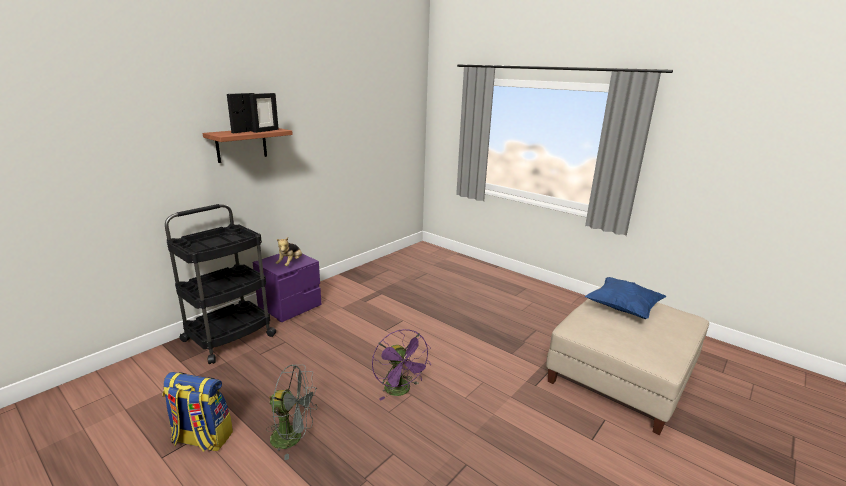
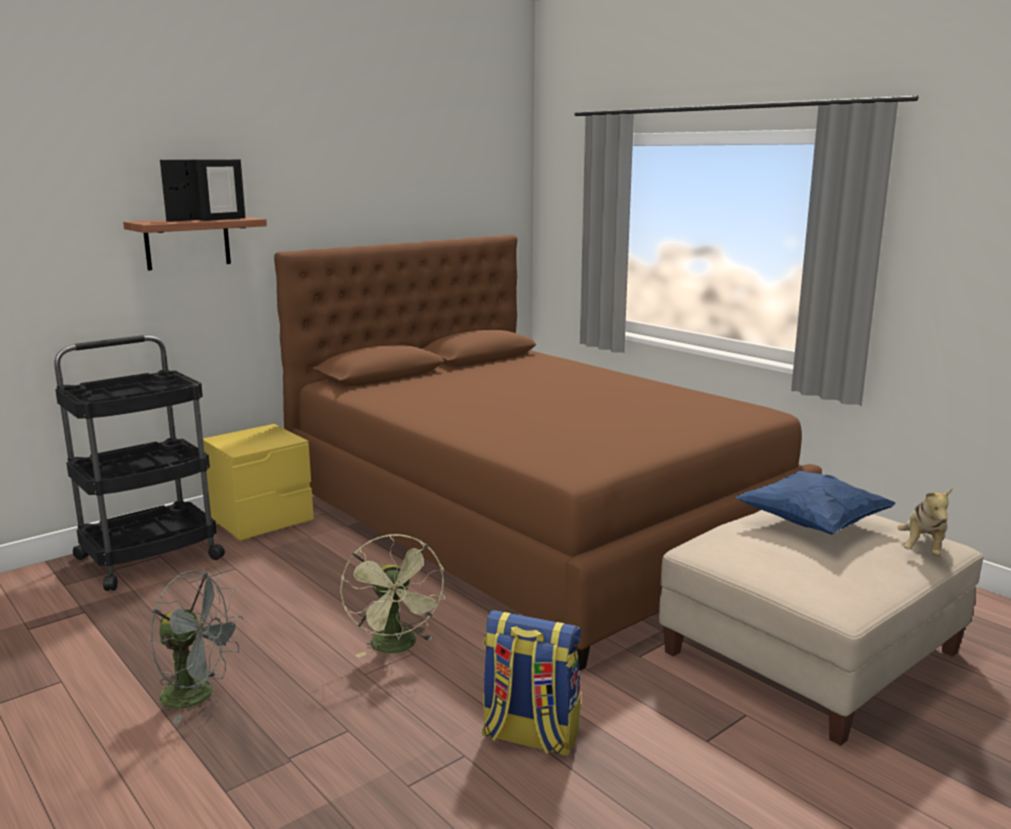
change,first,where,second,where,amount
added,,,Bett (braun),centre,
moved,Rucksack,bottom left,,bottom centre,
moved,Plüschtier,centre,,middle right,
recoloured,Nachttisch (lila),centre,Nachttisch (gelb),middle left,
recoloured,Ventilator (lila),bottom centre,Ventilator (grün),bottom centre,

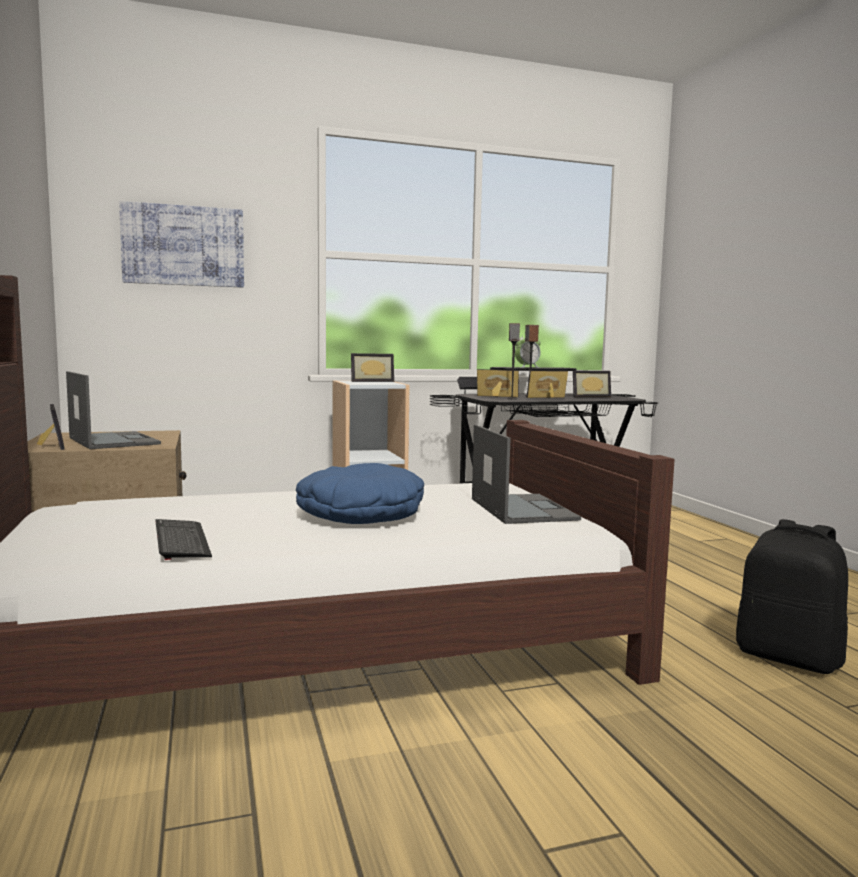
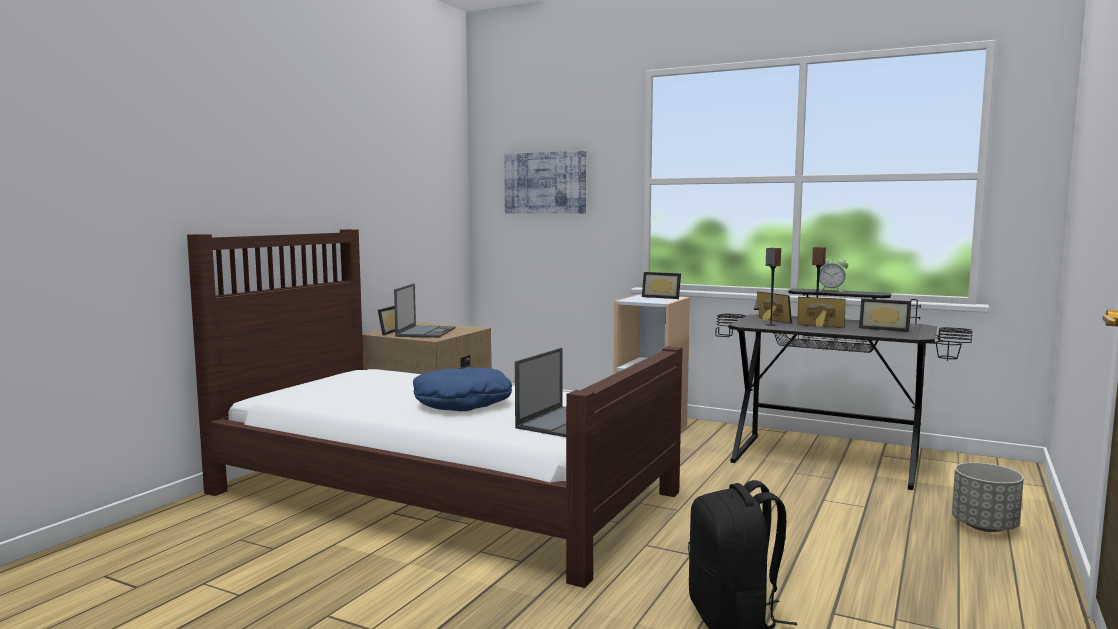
change,first,where,second,where,amount
removed,Tastatur,middle left,,,
added,,,Pflanzkübel (grau),bottom right,

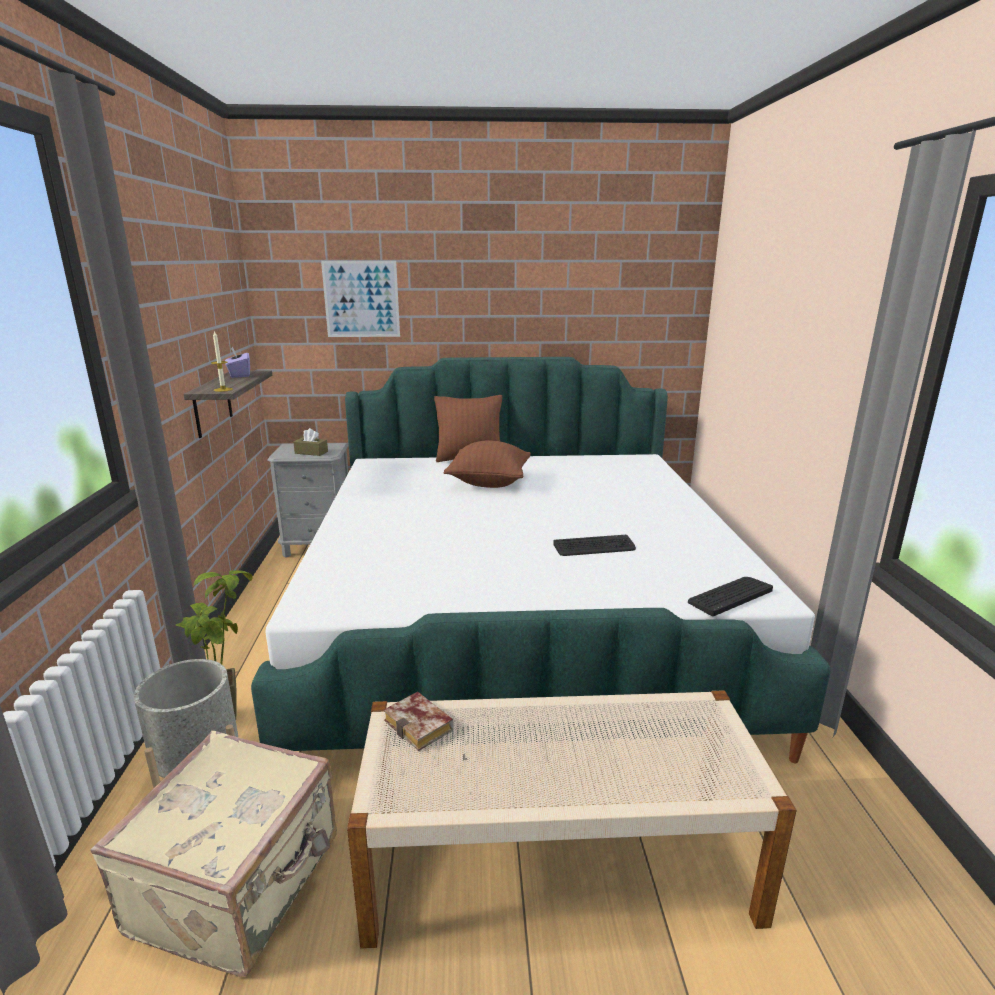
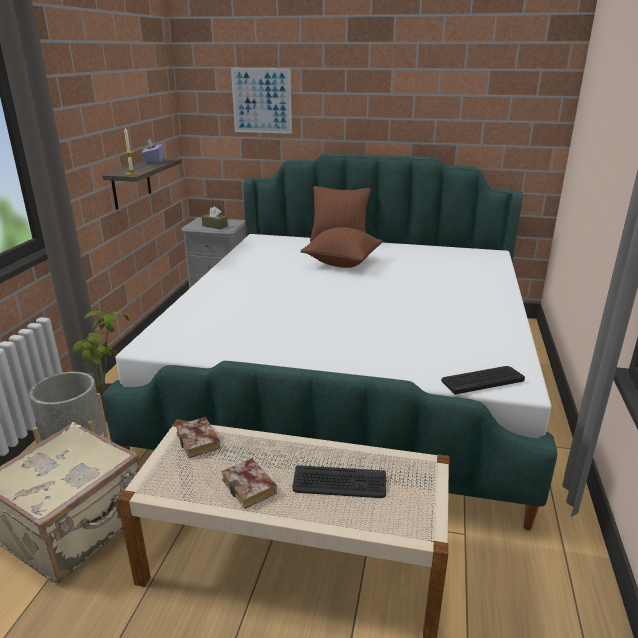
change,first,where,second,where,amount
added,,,Buch (2nd from left),bottom centre,
moved,Tastatur (1st from left),centre,,bottom centre,

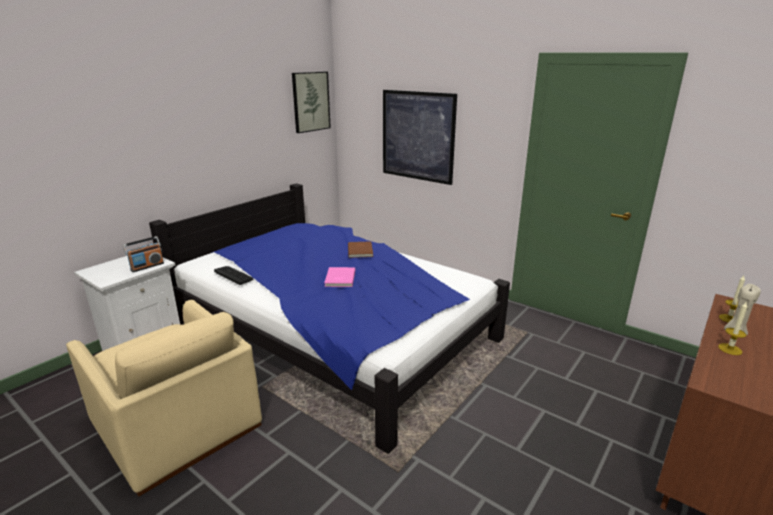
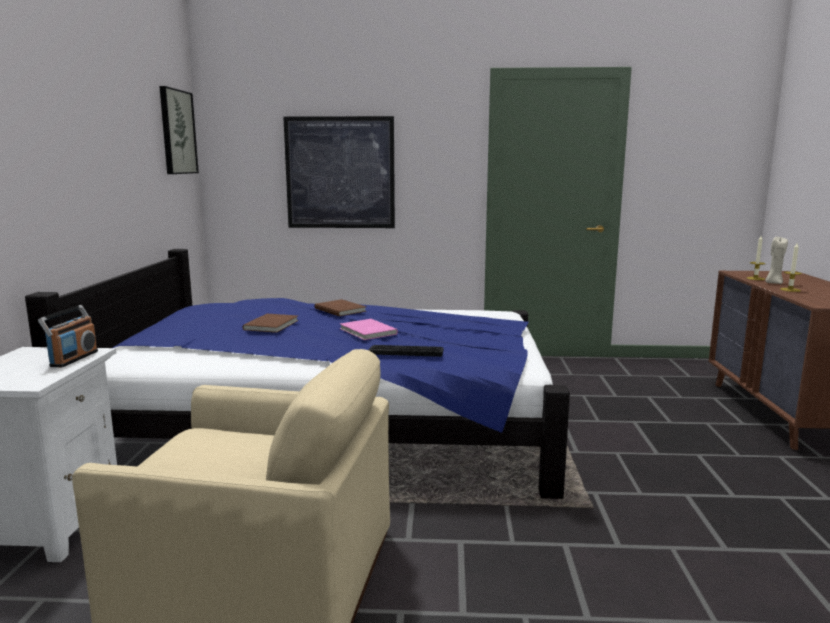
change,first,where,second,where,amount
added,,,Buch (braun) (1st from left),middle left,
moved,Tastatur,middle left,,centre,

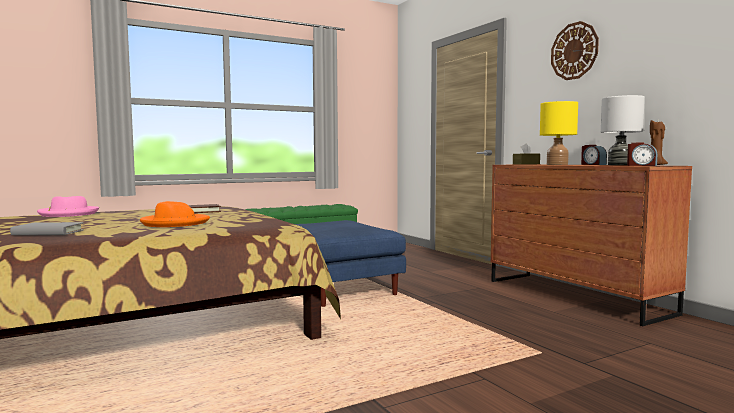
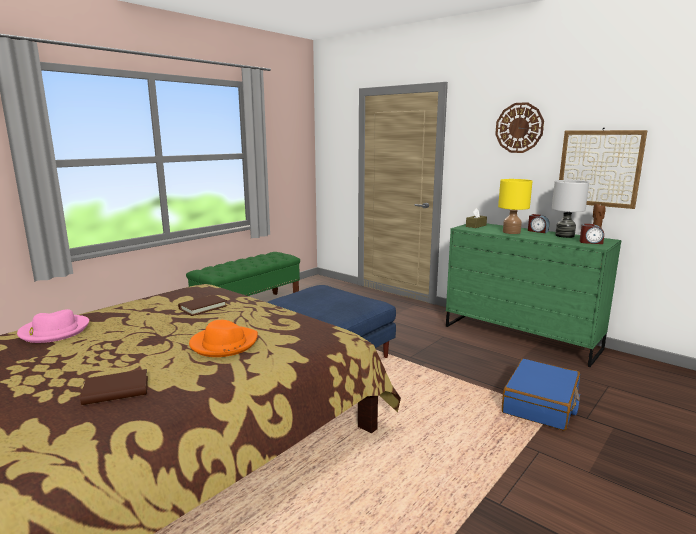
change,first,where,second,where,amount
added,,,Koffer (blau),bottom right,
added,,,Bild,top right,
recoloured,Buch (grau),middle left,Buch (braun) (1st from left),bottom left,
recoloured,Kommode (braun),middle right,Kommode (grün),middle right,

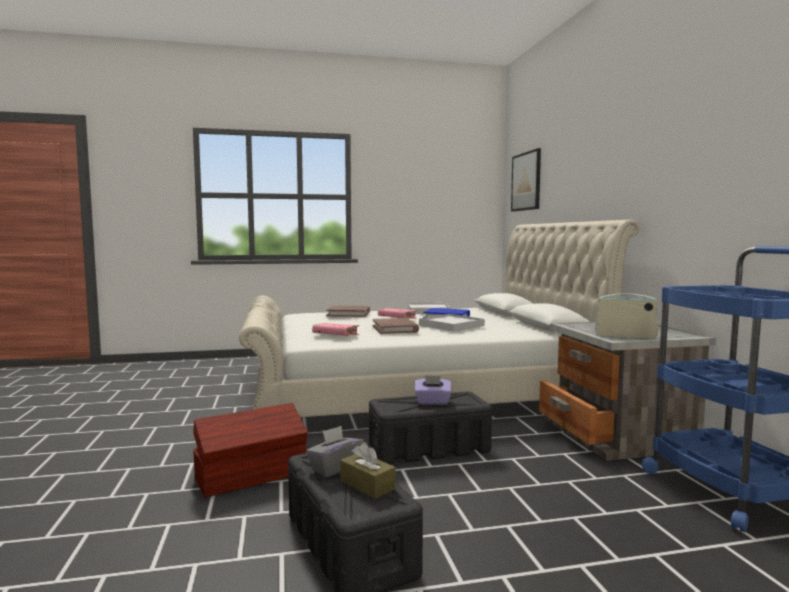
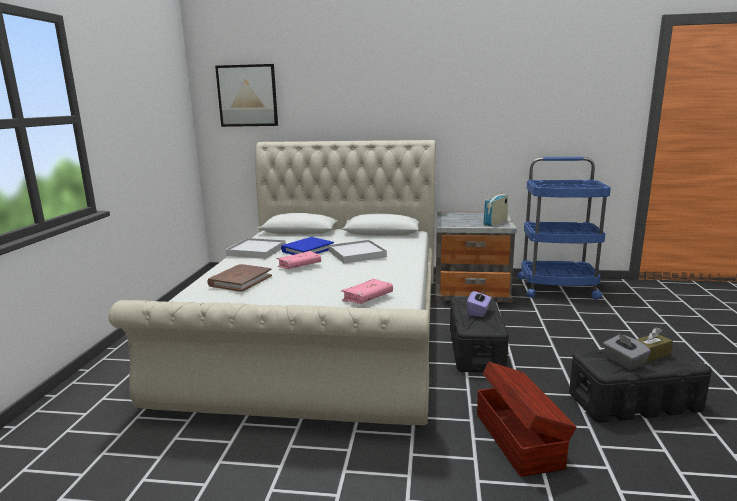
change,first,where,second,where,amount
removed,Buch (braun) (2nd from left),centre,,,

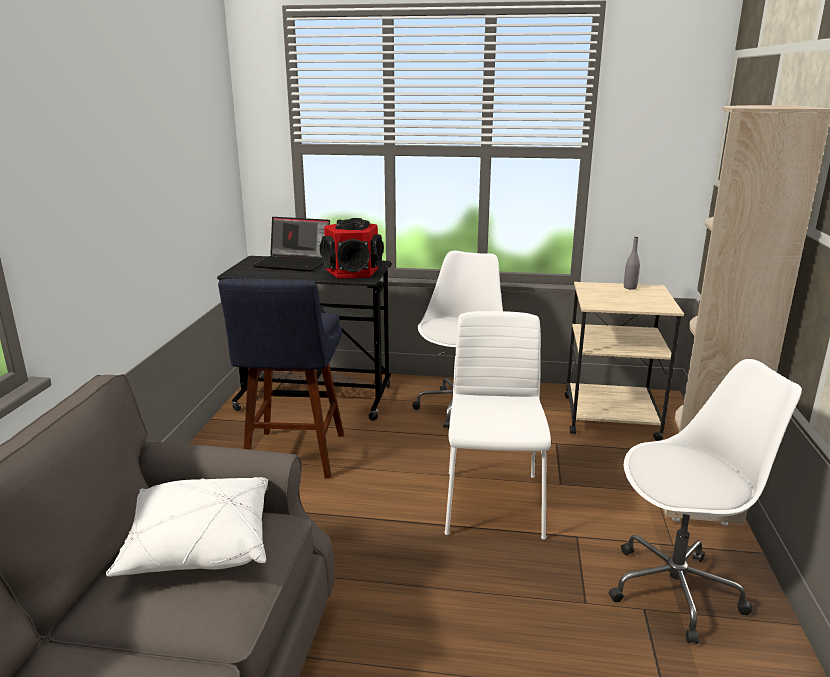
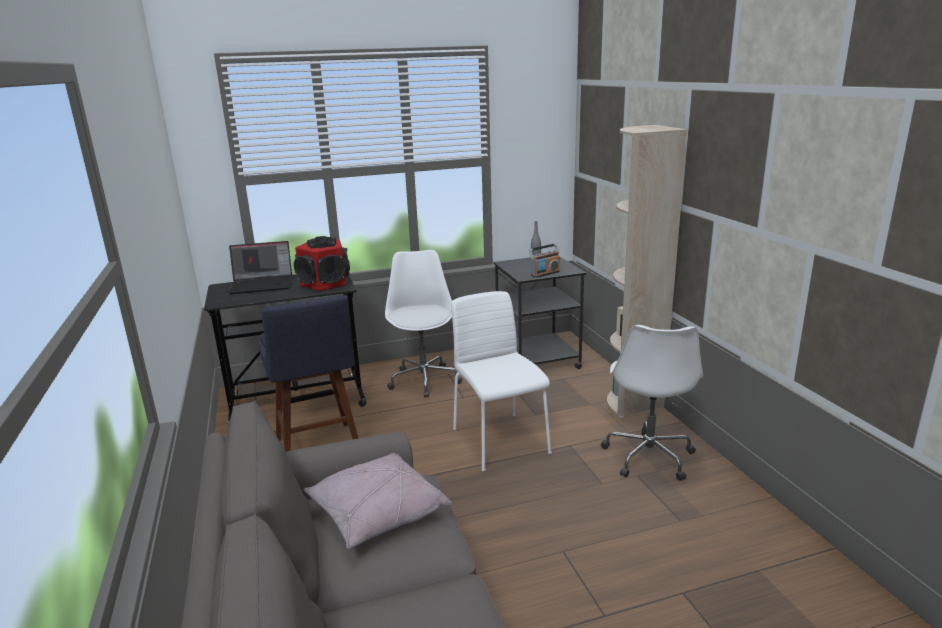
change,first,where,second,where,amount
added,,,Radio,centre,
recoloured,Kissen (weiß),bottom left,Kissen (lila),bottom centre,
recoloured,Rollwagen (beige),middle right,Rollwagen (schwarz),centre,
turned,Bürostuhl (weiß) (2nd from left),bottom right,,middle right,135 degrees clockwise

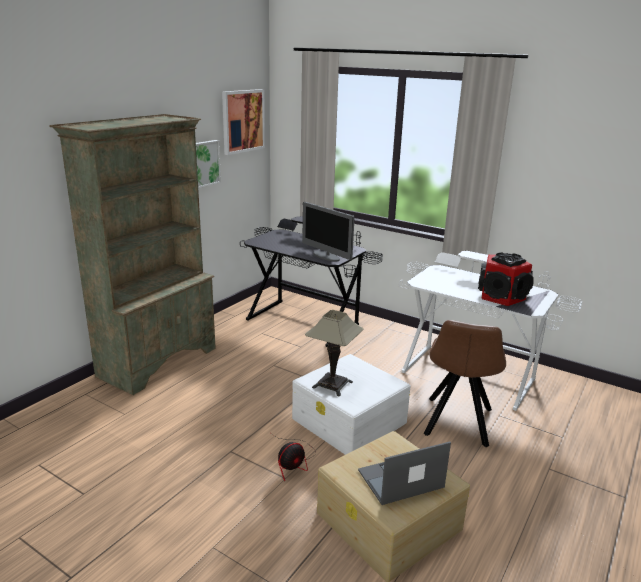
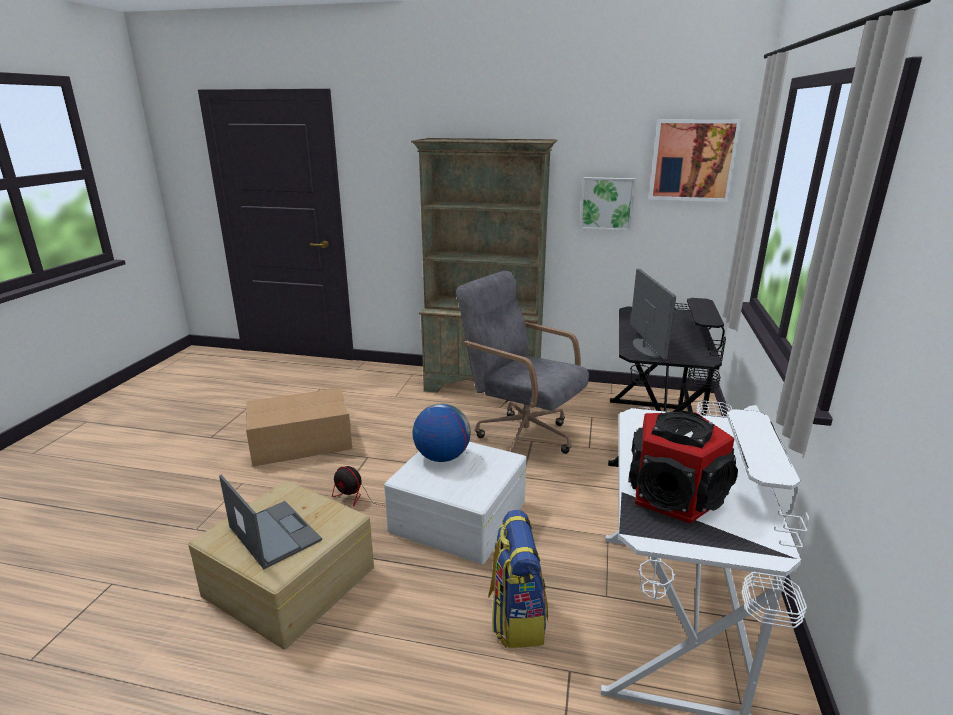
change,first,where,second,where,amount
added,,,Karton,middle left,
added,,,Bürostuhl (grau),centre,
replaced,Tischlampe,centre,Globus,centre,
replaced,Stuhl (braun),middle right,Rucksack,bottom centre,
turned,Monitor,centre,,middle right,150 degrees clockwise

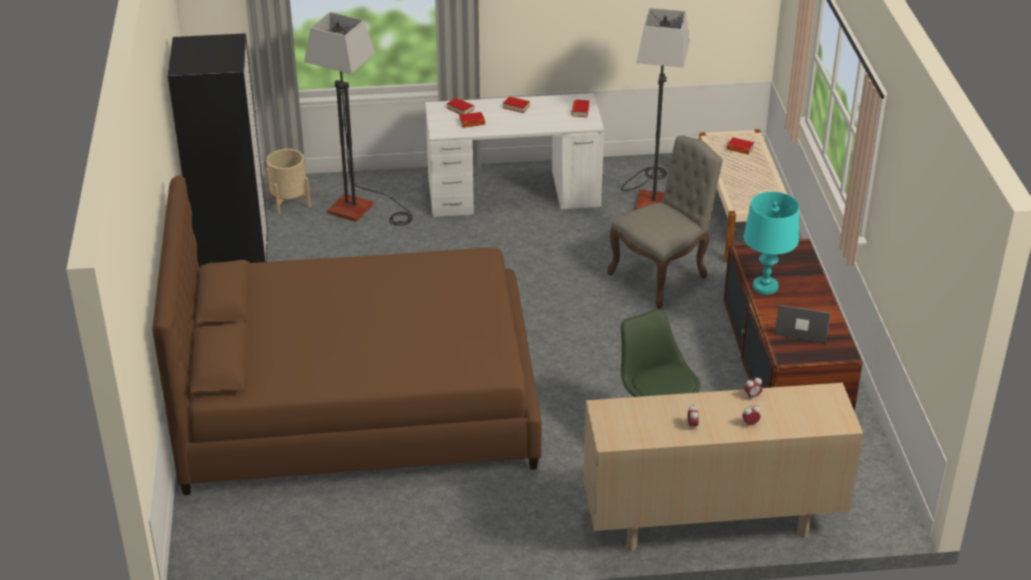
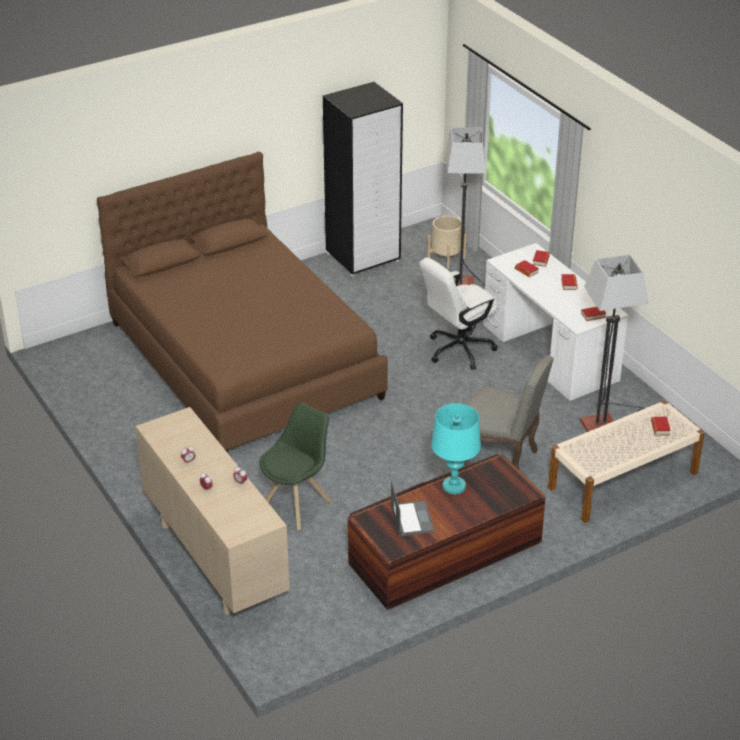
change,first,where,second,where,amount
added,,,Bürostuhl (weiß),centre,

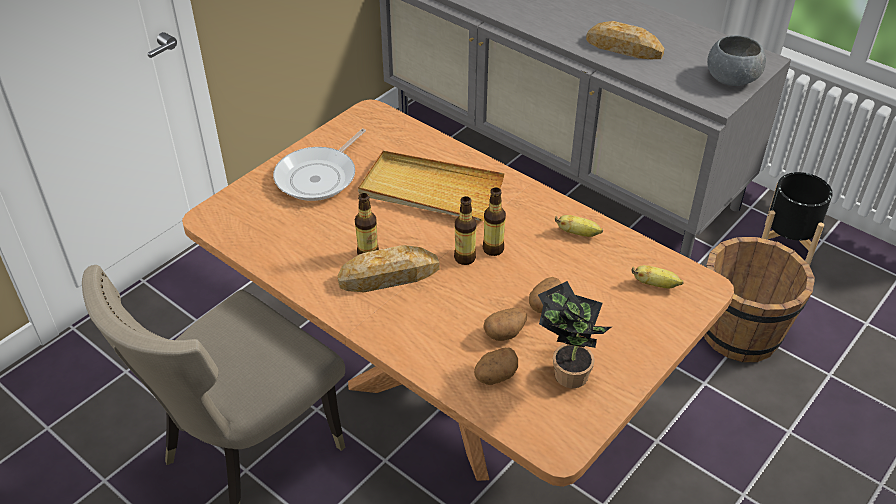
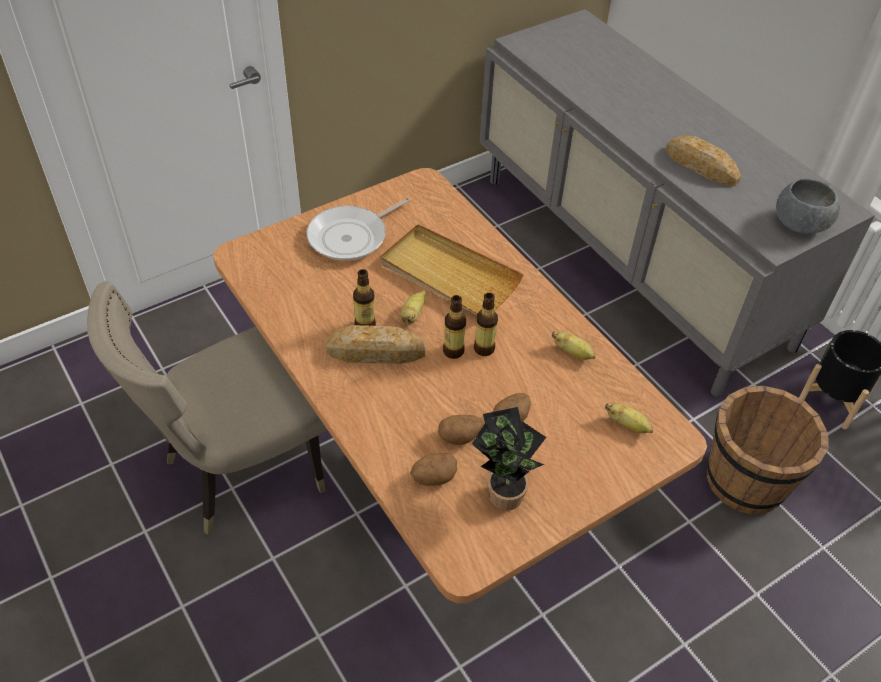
change,first,where,second,where,amount
added,,,Banane (1st from left),centre,

